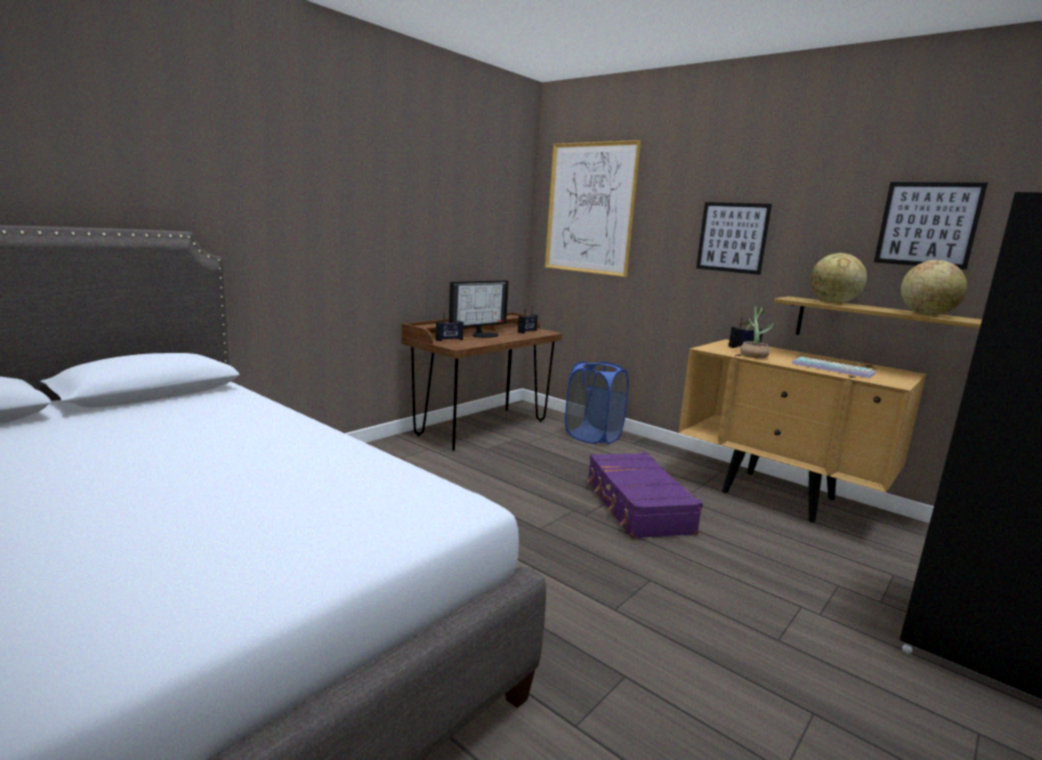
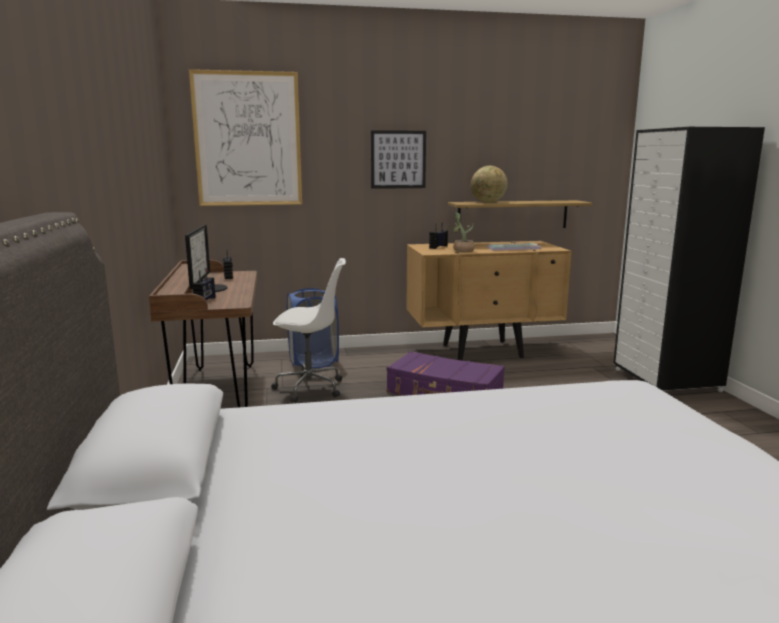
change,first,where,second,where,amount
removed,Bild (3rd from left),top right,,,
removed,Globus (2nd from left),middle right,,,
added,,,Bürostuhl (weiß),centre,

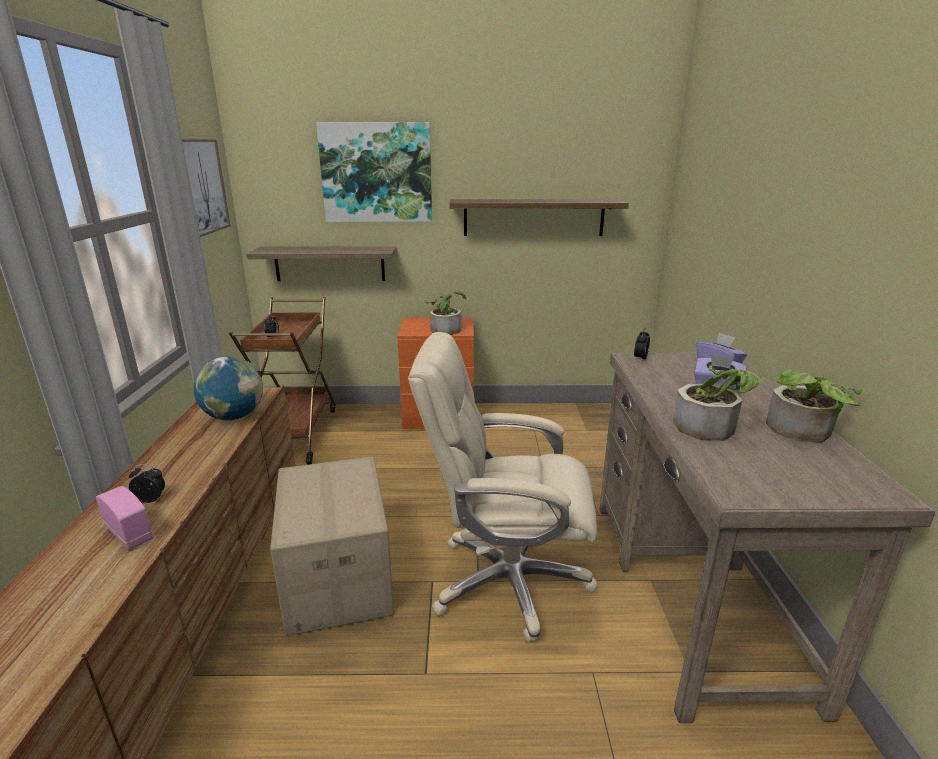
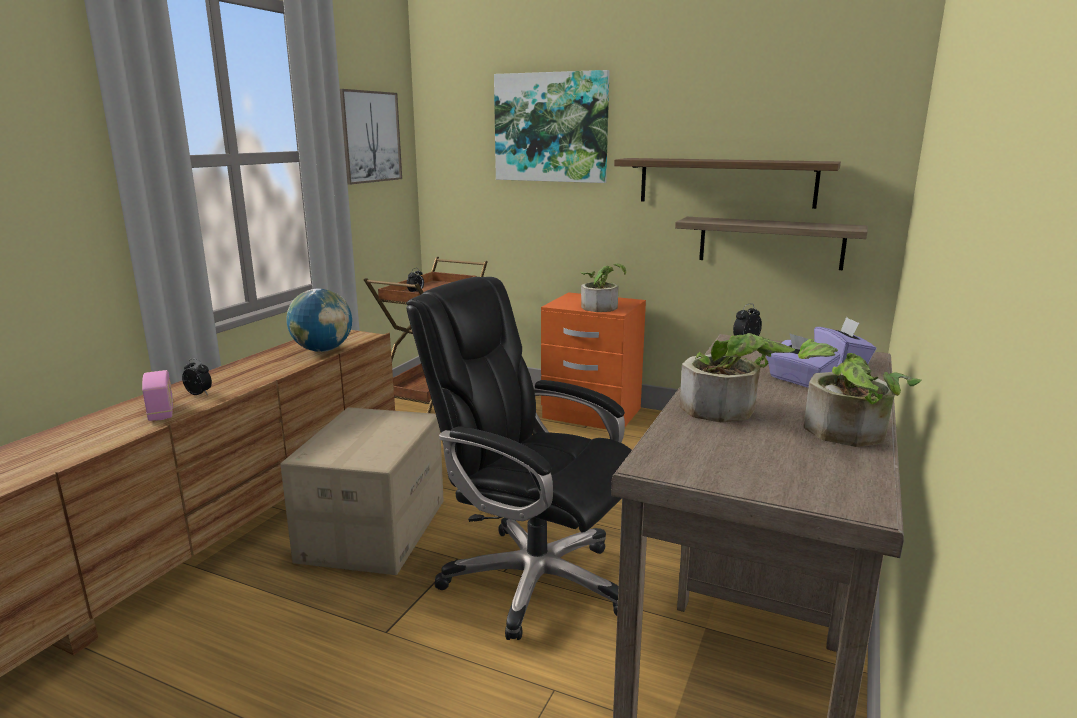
change,first,where,second,where,amount
moved,Wandregal (1st from left in the first image),centre,Wandregal (2nd from left),middle right,
recoloured,Bürostuhl (beige),centre,Bürostuhl (schwarz),centre,

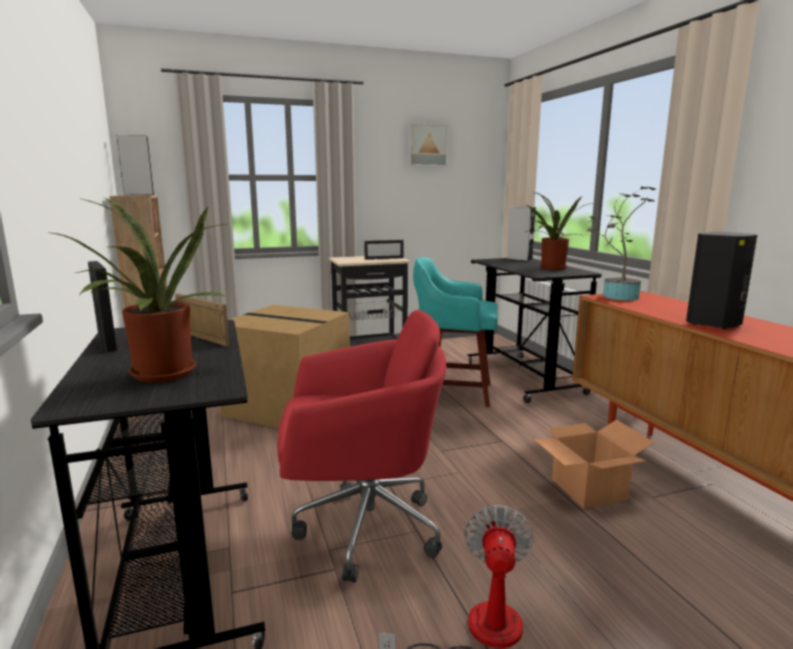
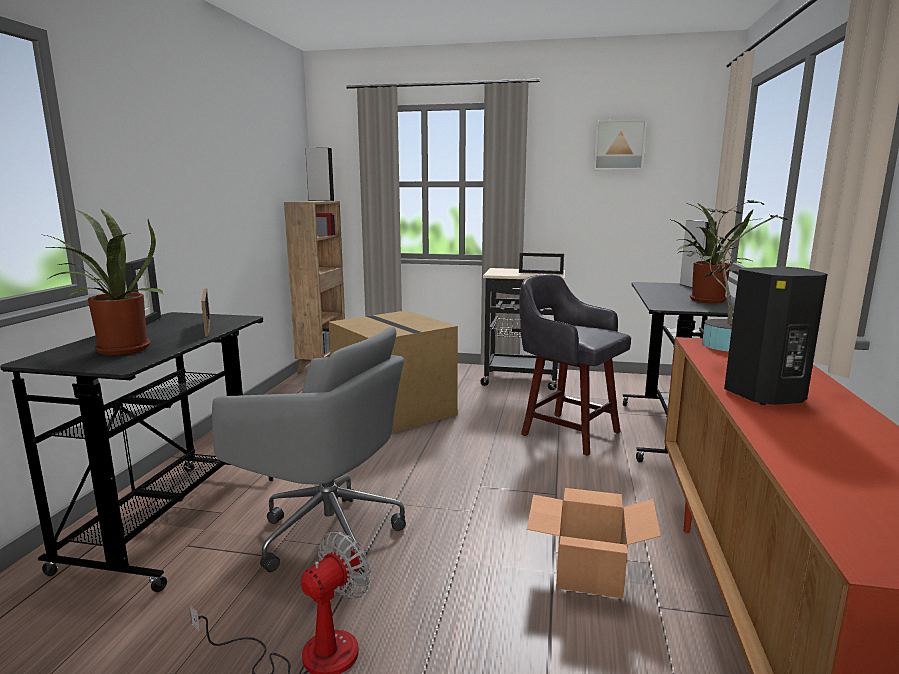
change,first,where,second,where,amount
recoloured,Bürostuhl (rot),bottom centre,Bürostuhl (grau),bottom centre,
recoloured,Hocker (türkis),centre,Hocker (grau),centre,

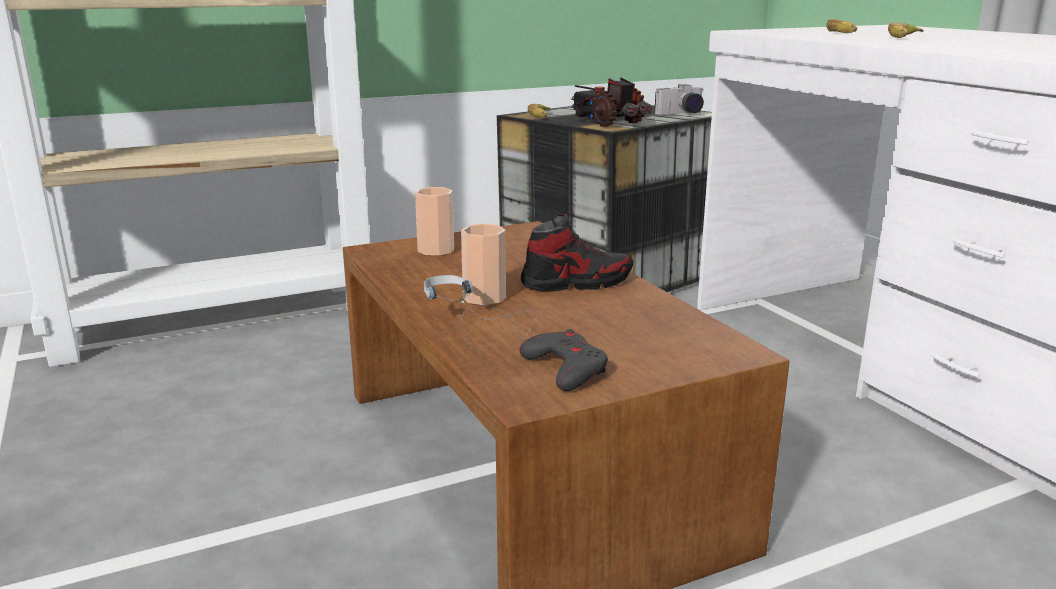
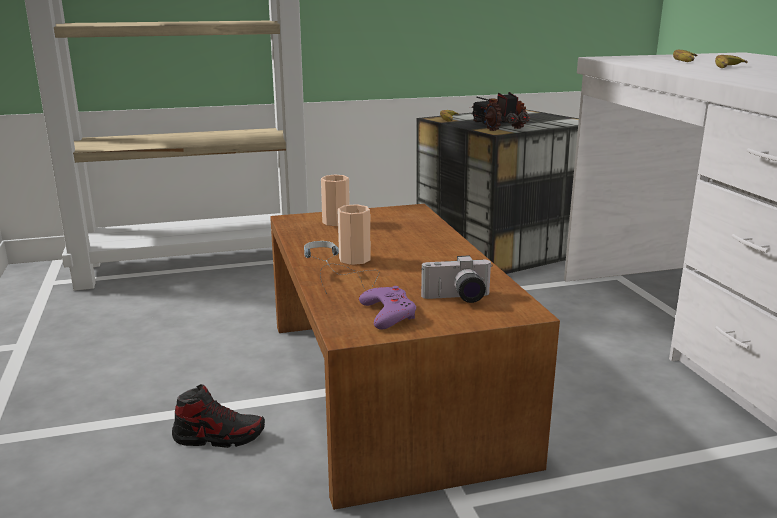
change,first,where,second,where,amount
moved,Schuh,centre,,bottom left,
moved,Kamera,top centre,,centre,
recoloured,Gamepad (grau),centre,Gamepad (lila),centre,

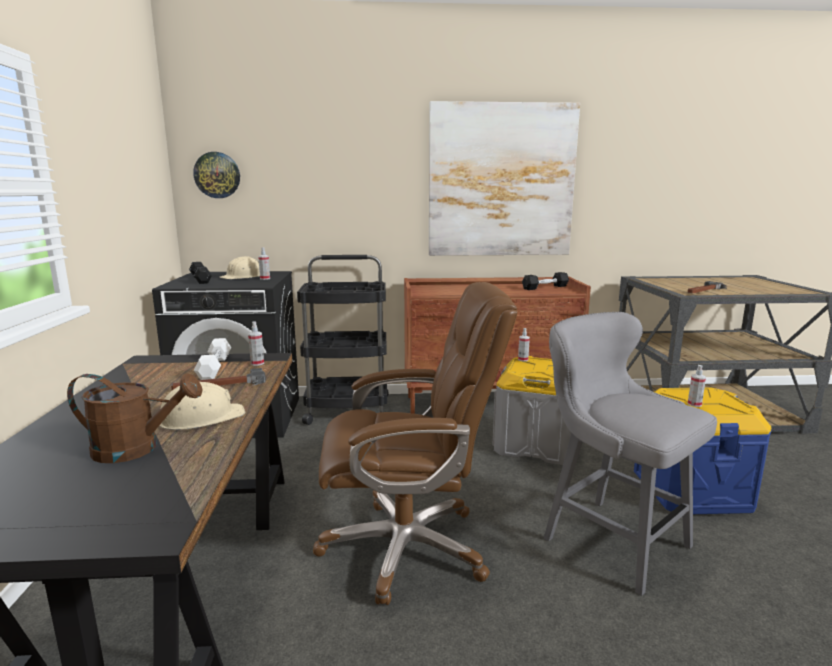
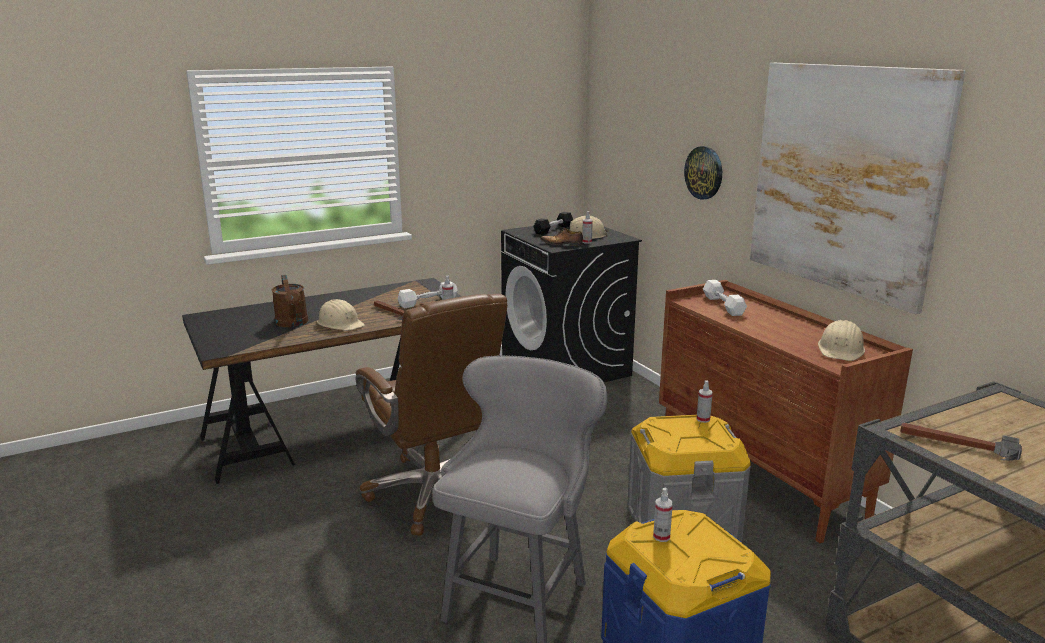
change,first,where,second,where,amount
removed,Rollwagen (schwarz),centre,,,
added,,,Schuh,centre,
added,,,Hantel (weiß) (2nd from left),middle right,
moved,Wanduhr,top left,,top right,
replaced,Hantel (schwarz) (2nd from left),centre,Schutzhelm (beige) (3rd from left),middle right,

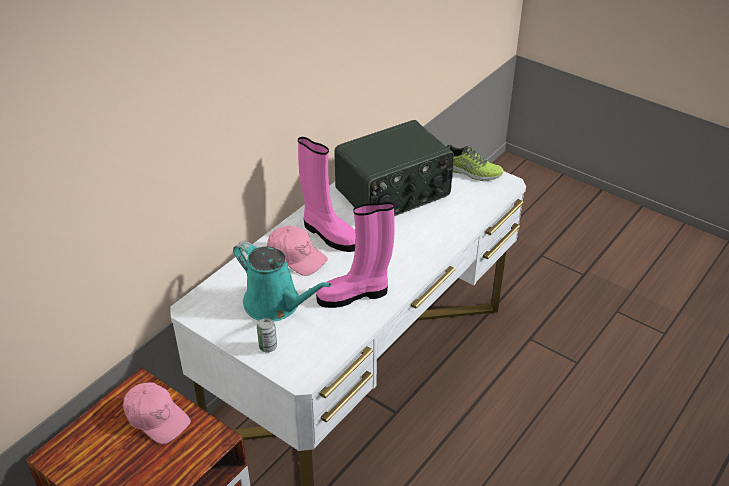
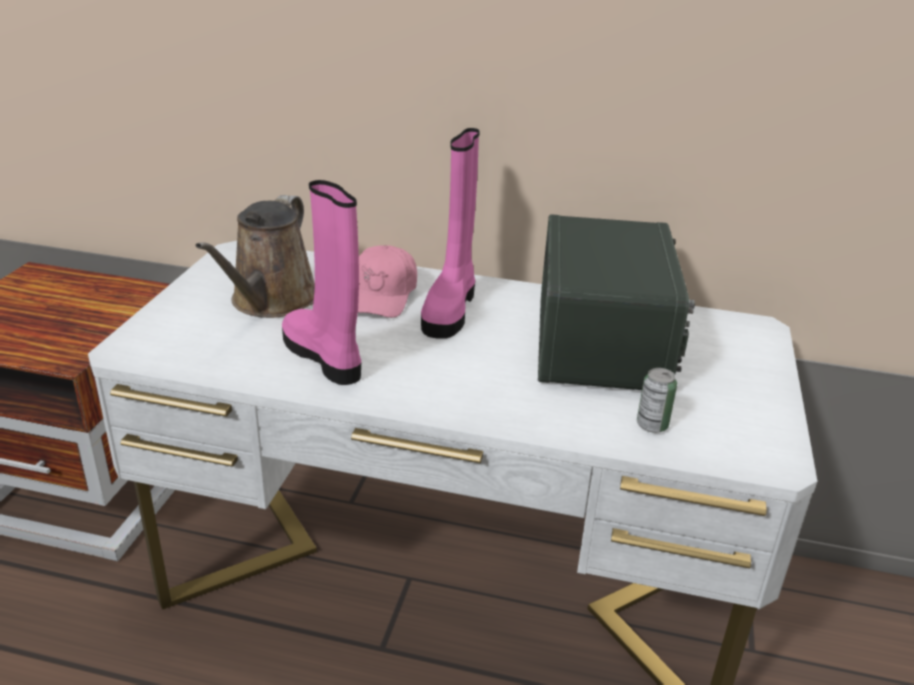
change,first,where,second,where,amount
removed,Kappe (rosa) (1st from left),bottom left,,,
removed,Schuh,centre,,,
moved,Dose,bottom centre,,middle right,
recoloured,Gießkanne (türkis),centre,Gießkanne (braun),middle left,
turned,Radio,centre,,middle right,120 degrees counterclockwise

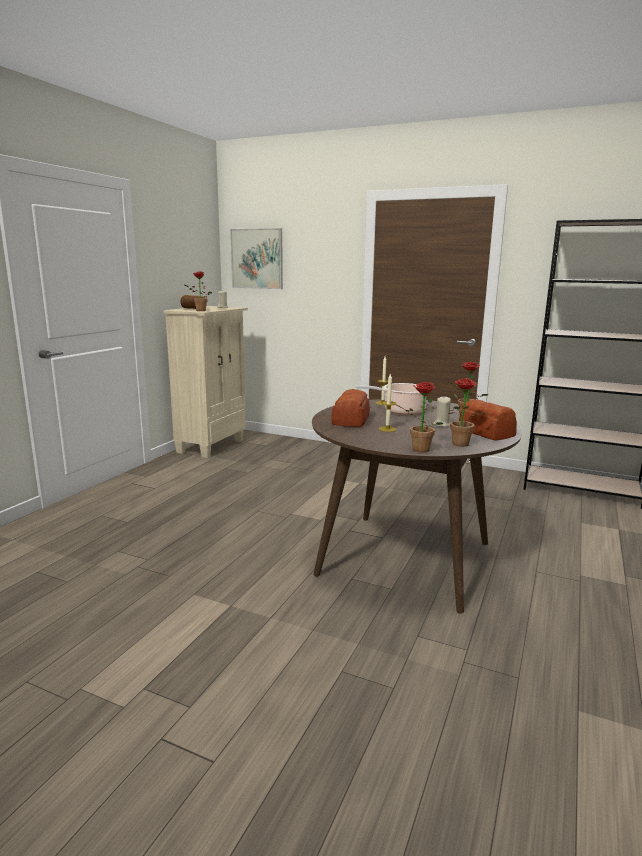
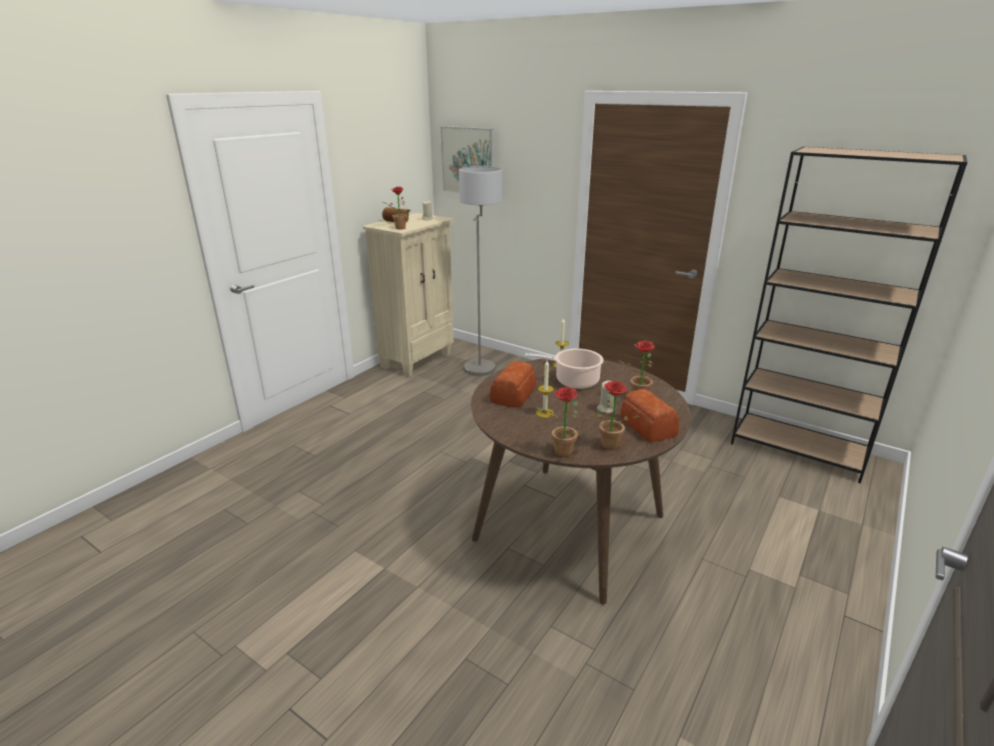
change,first,where,second,where,amount
added,,,Stehlampe (grau),centre,

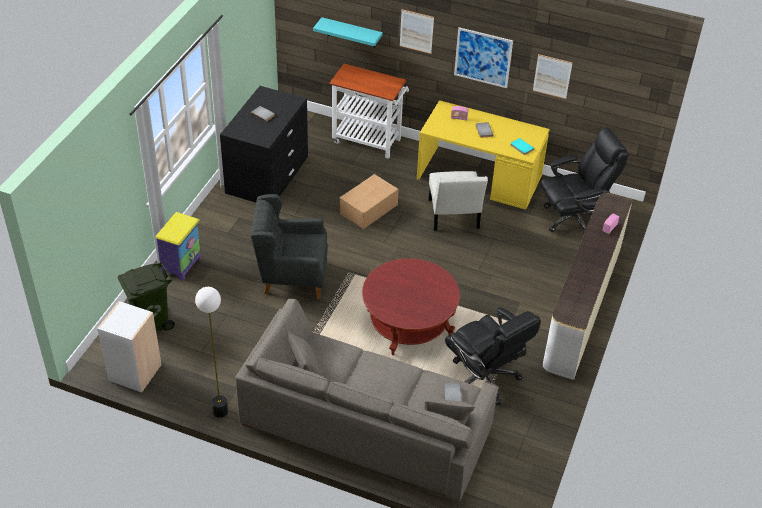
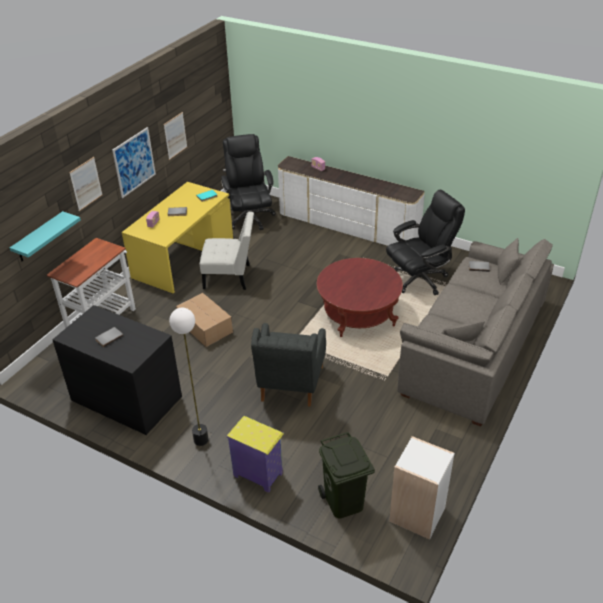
change,first,where,second,where,amount
moved,Stehlampe,bottom left,,middle left,

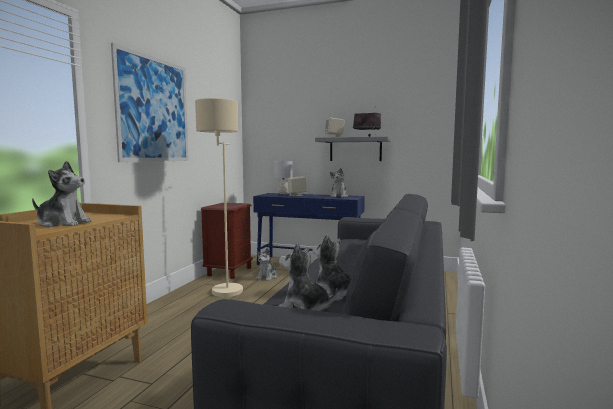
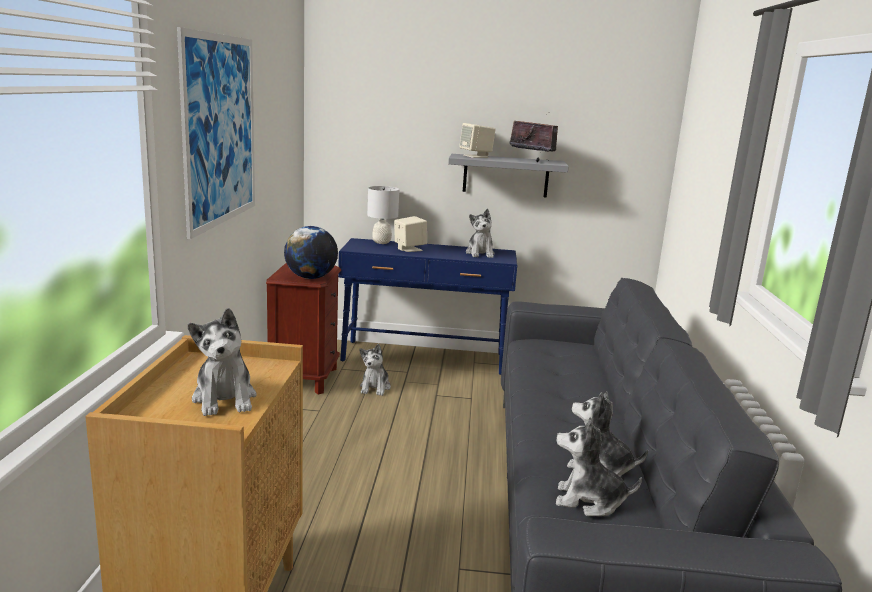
change,first,where,second,where,amount
removed,Stehlampe (beige),centre,,,
added,,,Globus,centre,
turned,Plüschtier (1st from left),middle left,,middle left,75 degrees clockwise

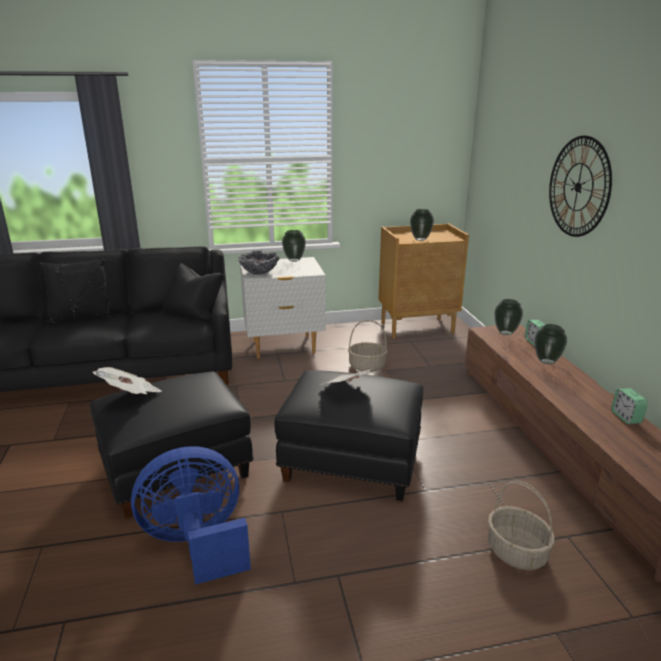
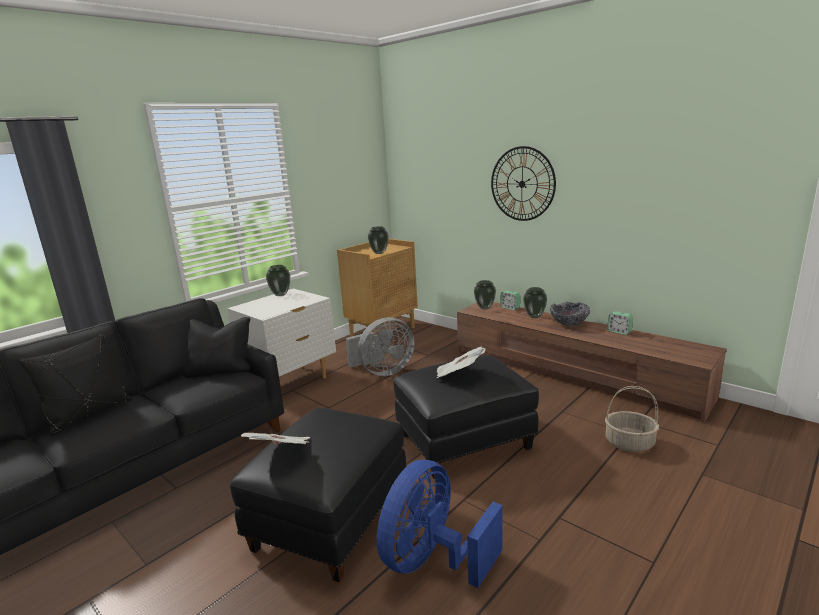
change,first,where,second,where,amount
moved,Schüssel,centre,,middle right,
replaced,Korb (1st from left),centre,Ventilator (grau),centre,

